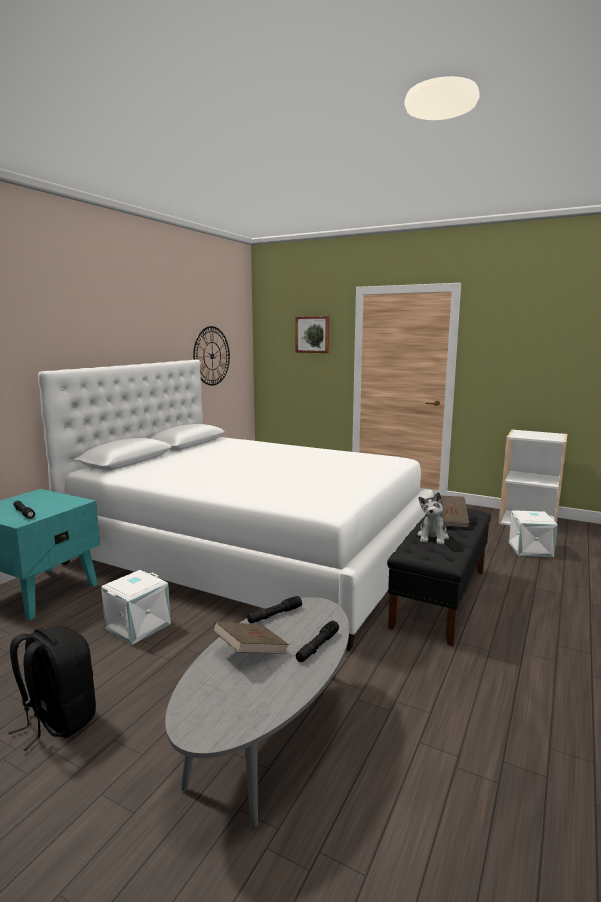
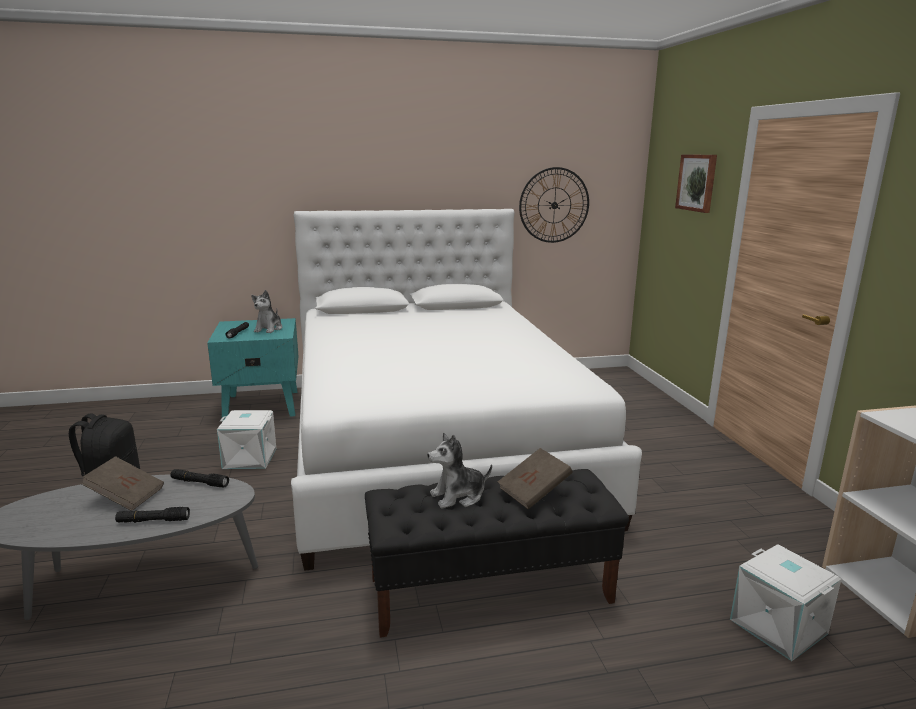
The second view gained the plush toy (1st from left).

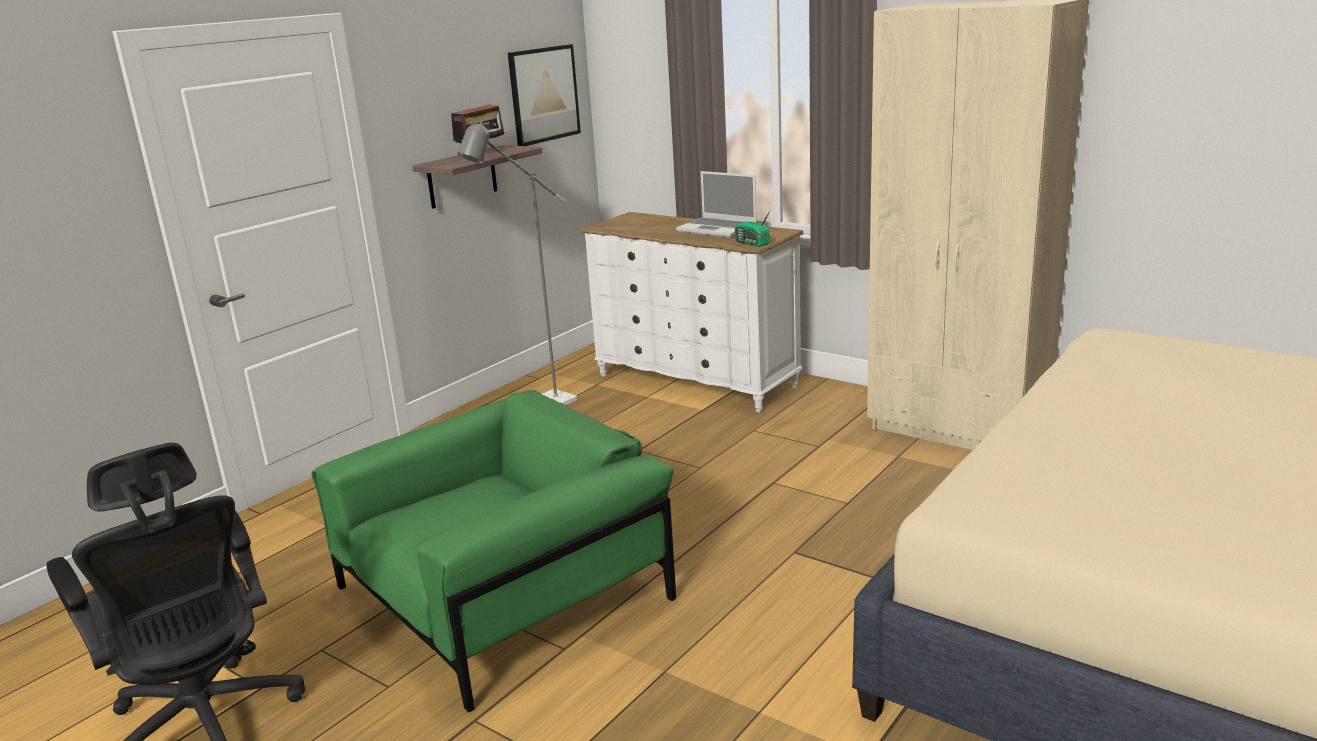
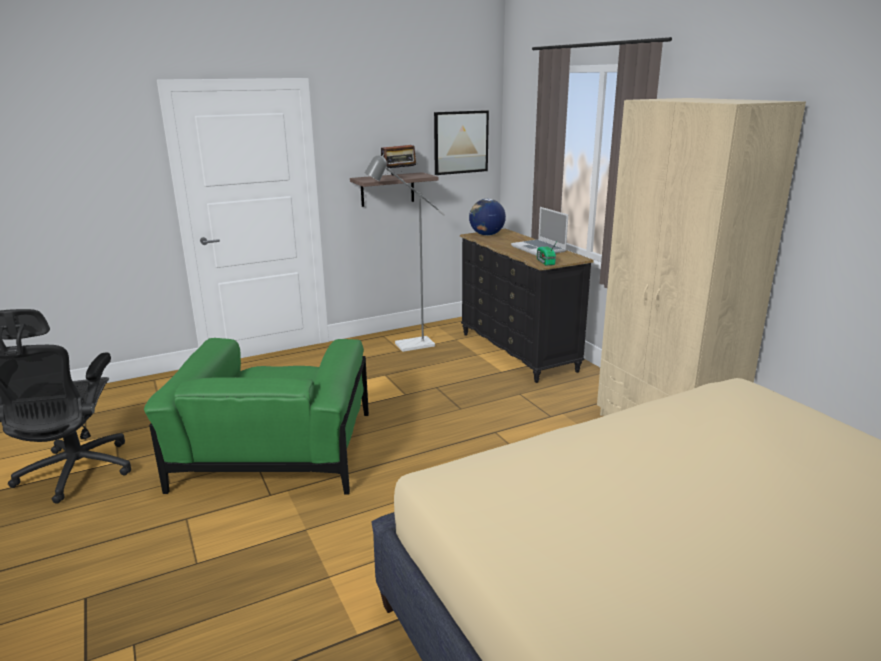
The second view gained the globe.
What was the dresser in white turned into the dresser in black.
The armchair in green ended up facing another way, 105 degrees clockwise from before.

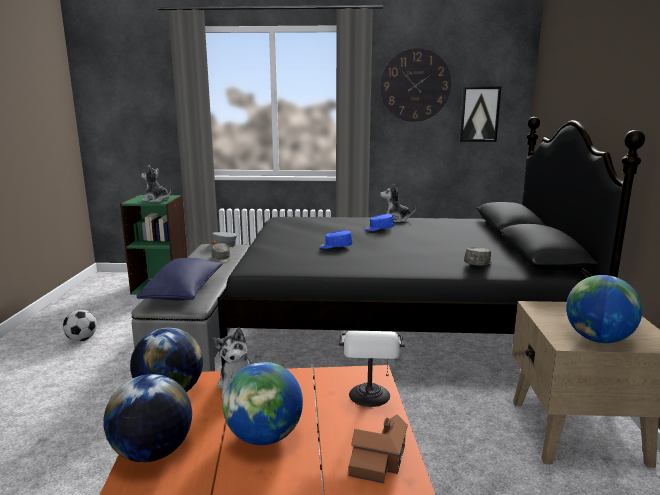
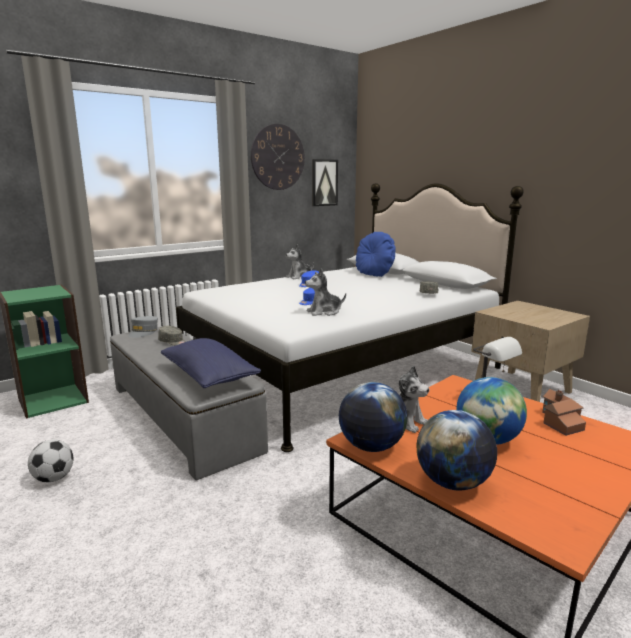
The second view lost the globe (4th from left).
The second view gained the pillow in blue (2nd from left).
The plush toy (1st from left in the first image) ended up elsewhere.
What was the bed in black turned into the bed in white.

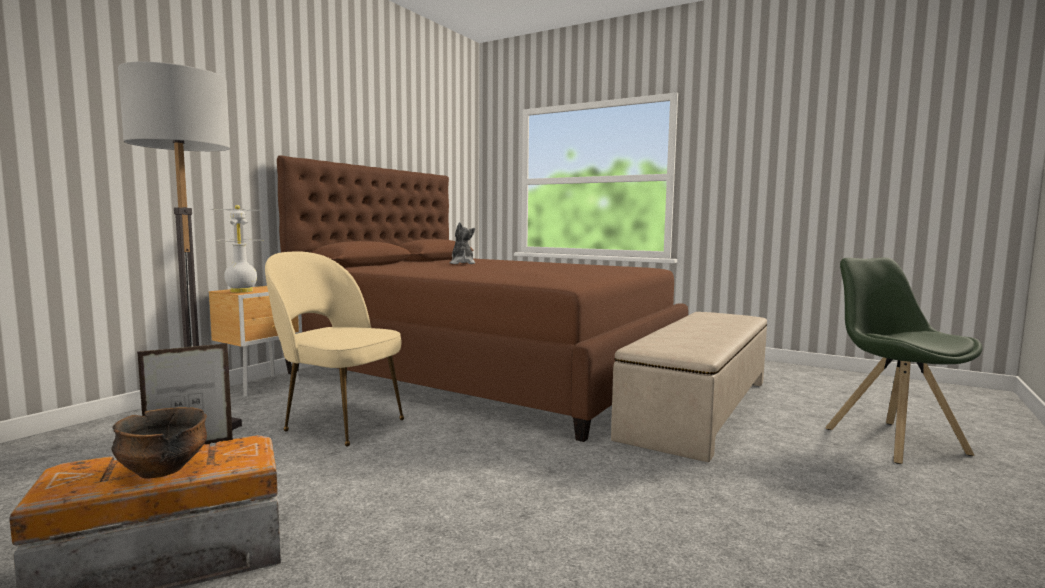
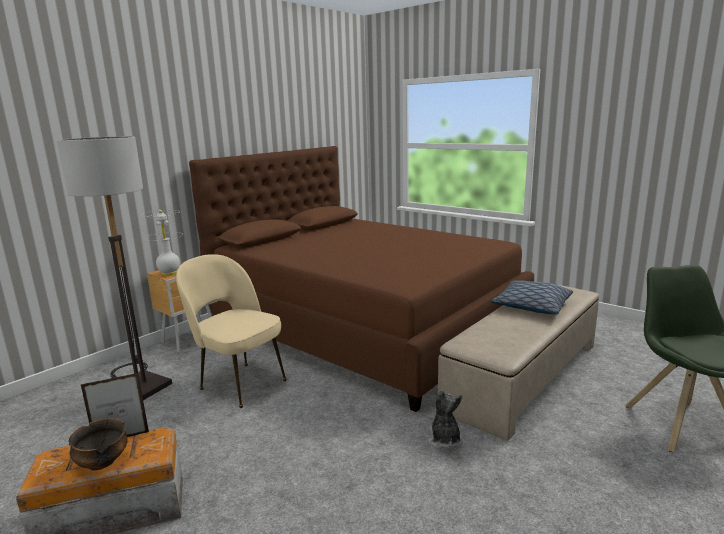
The second view gained the pillow.
The plush toy ended up elsewhere.

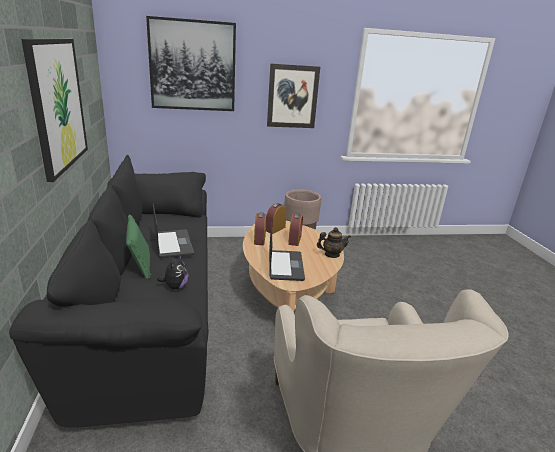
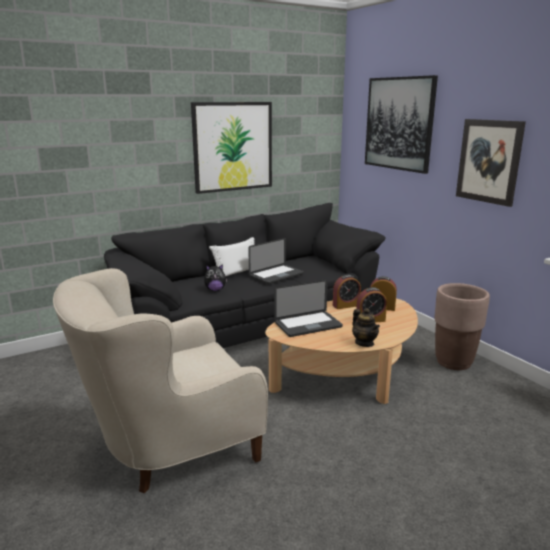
What was the pillow in green turned into the pillow in white.

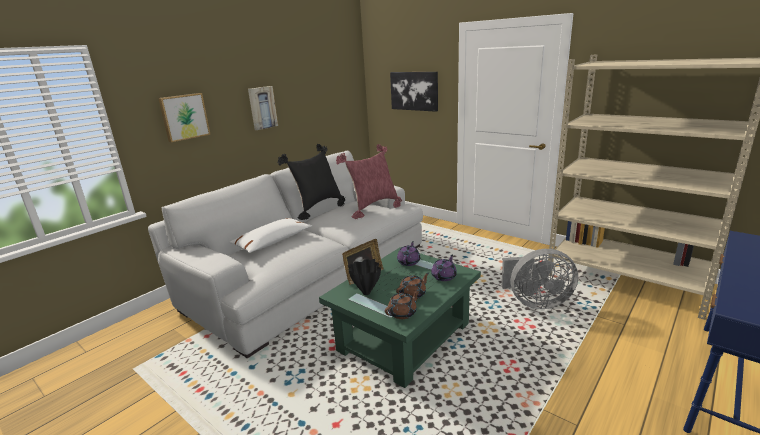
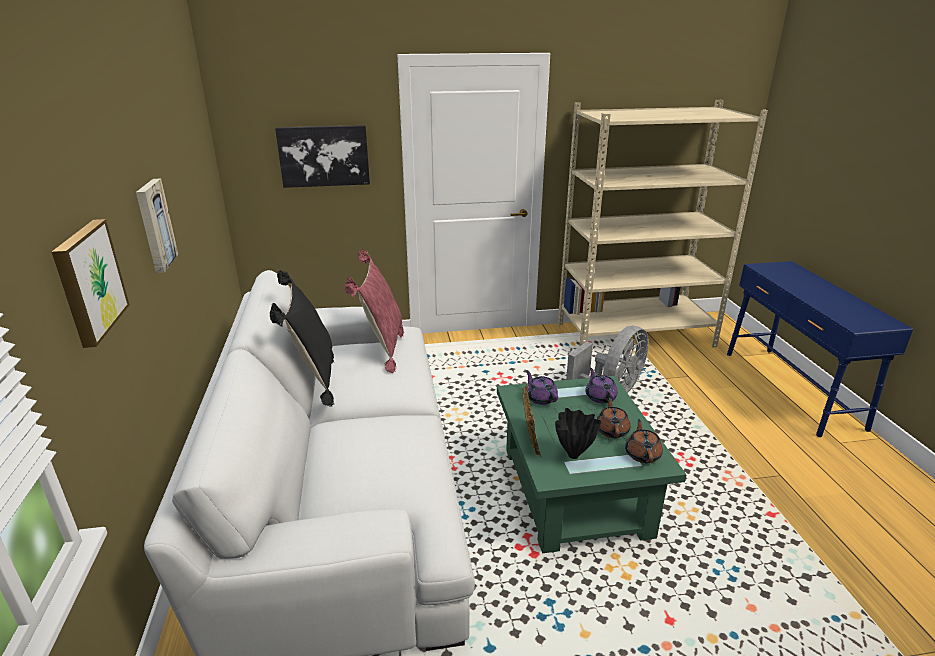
The second view lost the pillow in white.

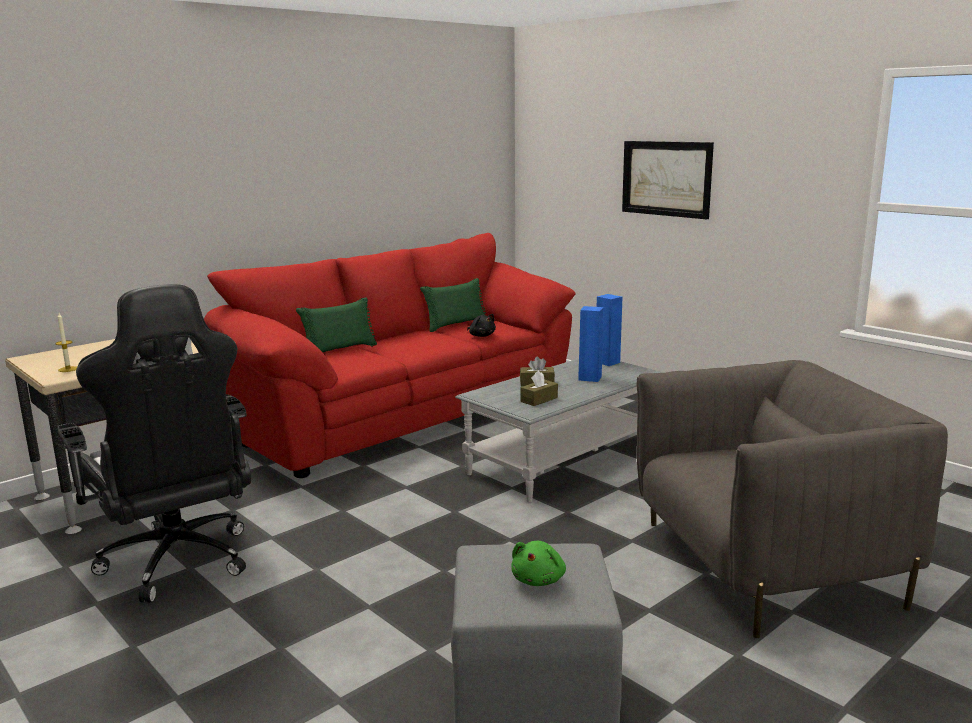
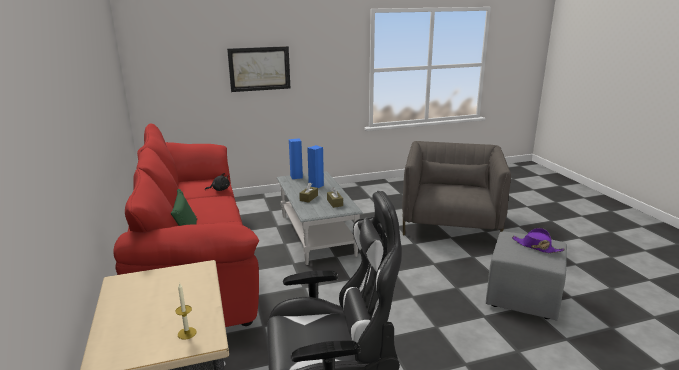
The second view lost the pillow in green (2nd from left).
Where the plush toy in green stood, the hat in purple came to stand.

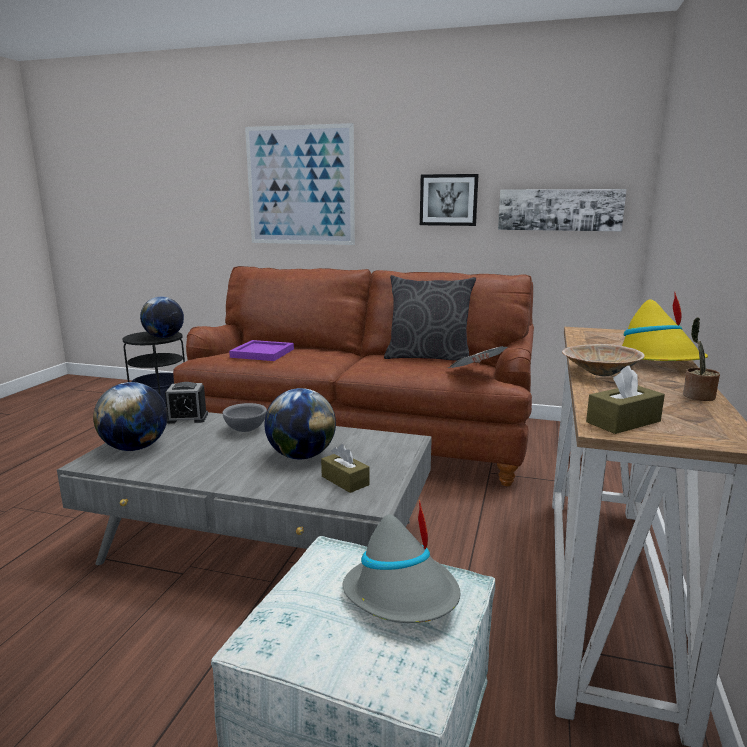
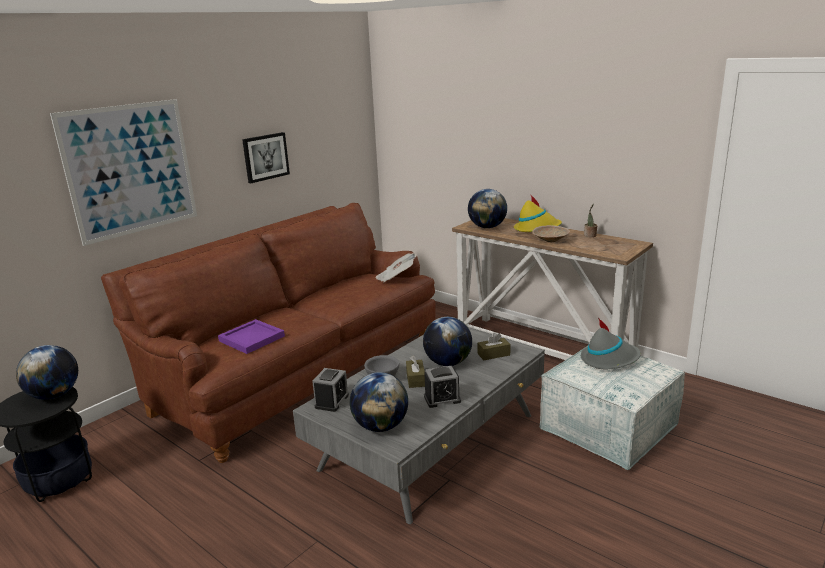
The second view lost the pillow in grey.
The second view lost the picture (3rd from left).
The second view gained the alarm clock (2nd from left).
The second view gained the globe (4th from left).
The tissue box in brown (2nd from left in the first image) ended up elsewhere.

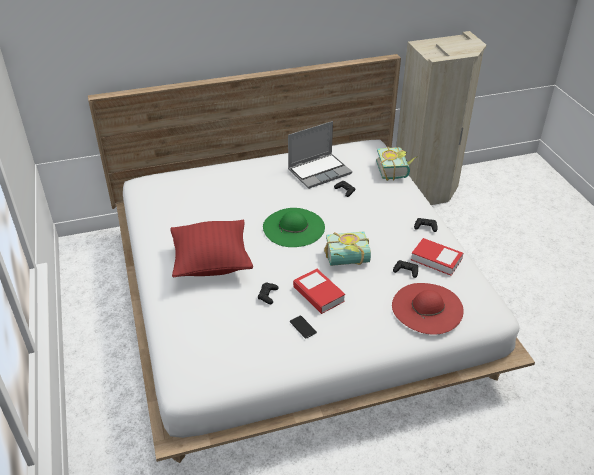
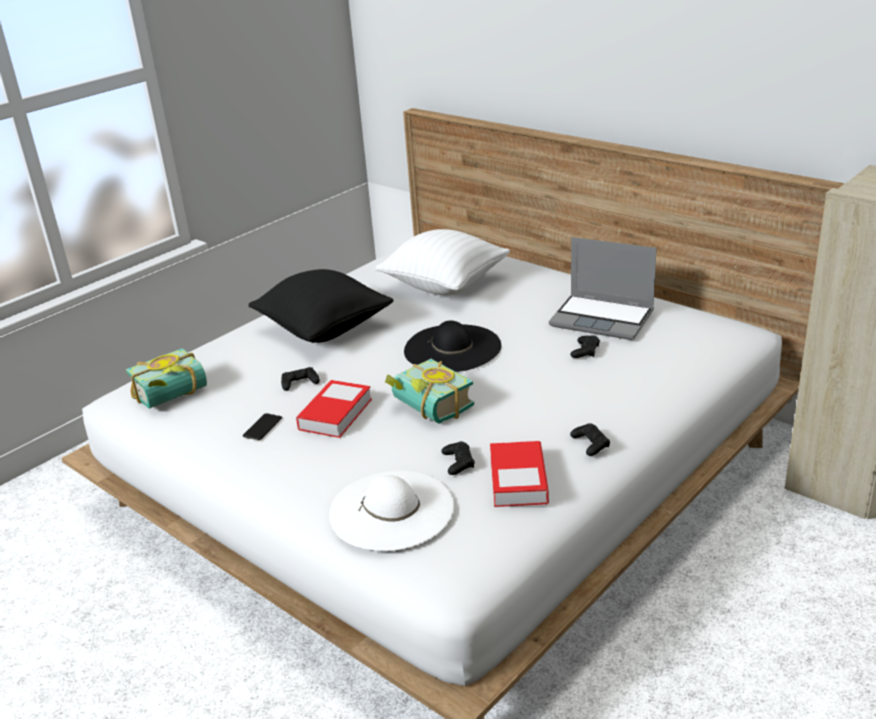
The second view gained the pillow in white.
The book (3rd from left in the first image) ended up elsewhere.
What was the pillow in red turned into the pillow in black.
What was the hat in green turned into the hat in black.
What was the hat in red turned into the hat in white.

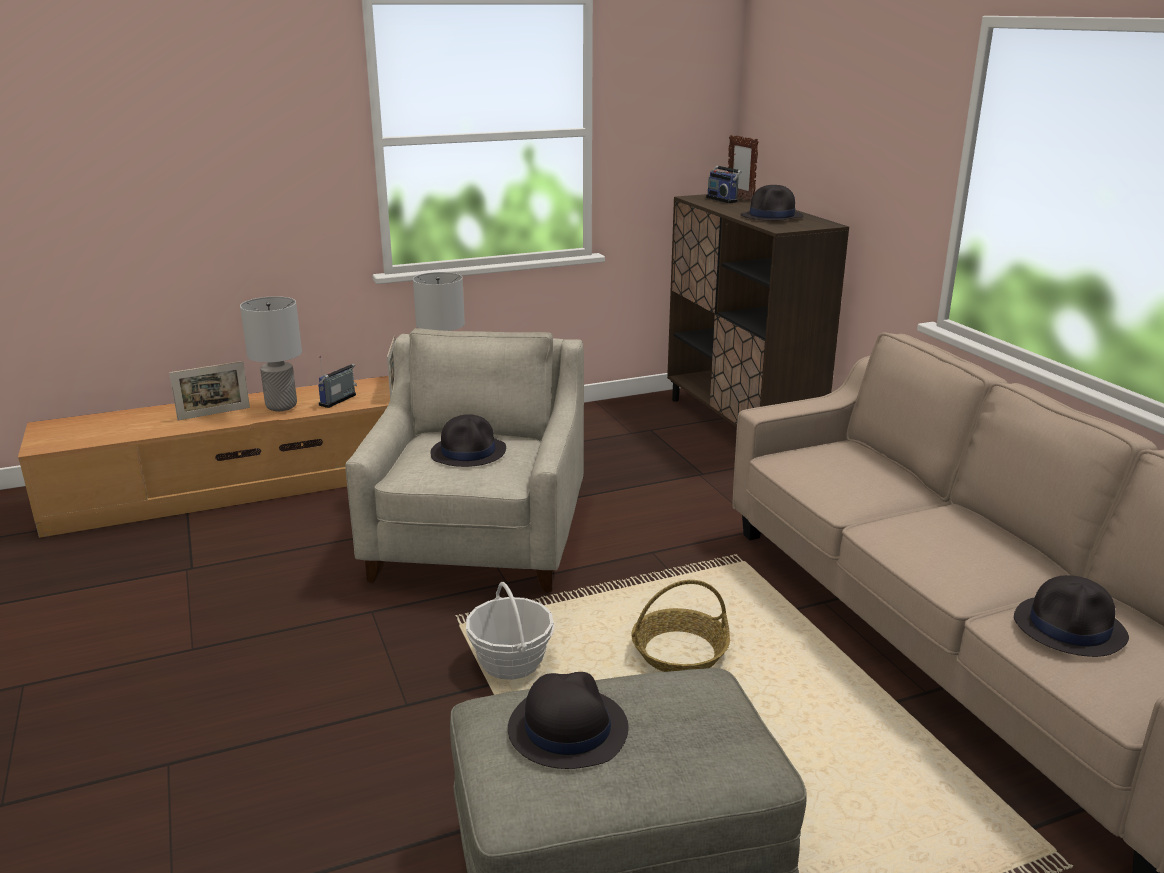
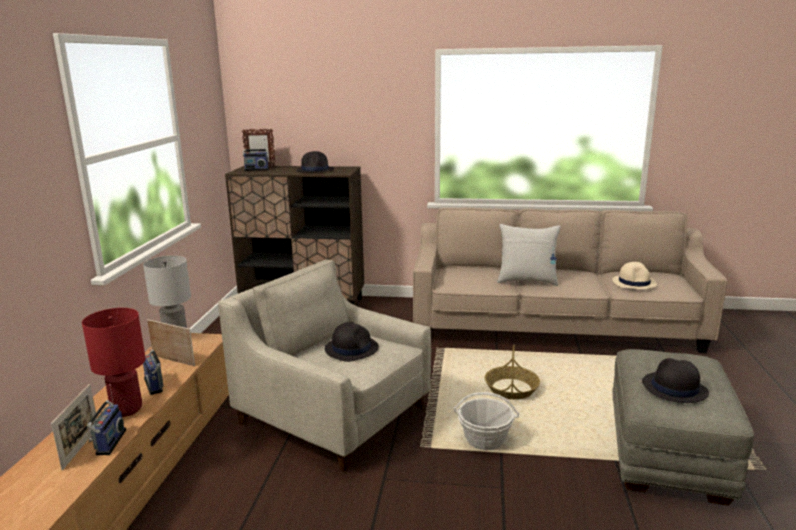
The second view gained the radio (1st from left).
The second view gained the pillow in grey.
What was the table lamp in grey (1st from left) turned into the table lamp in red.
What was the hat in black (4th from left) turned into the hat in beige.

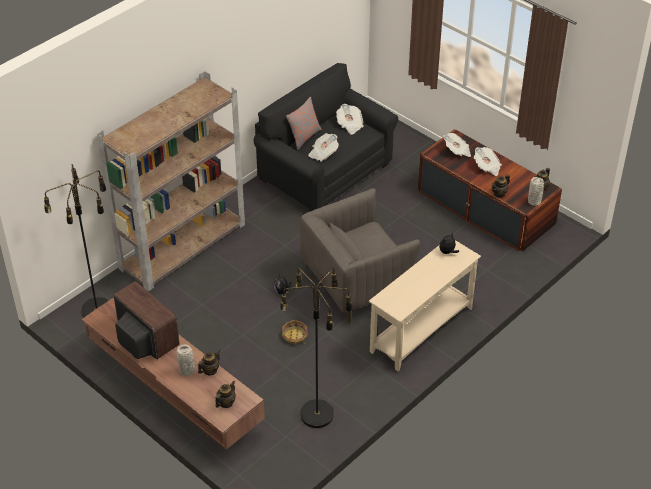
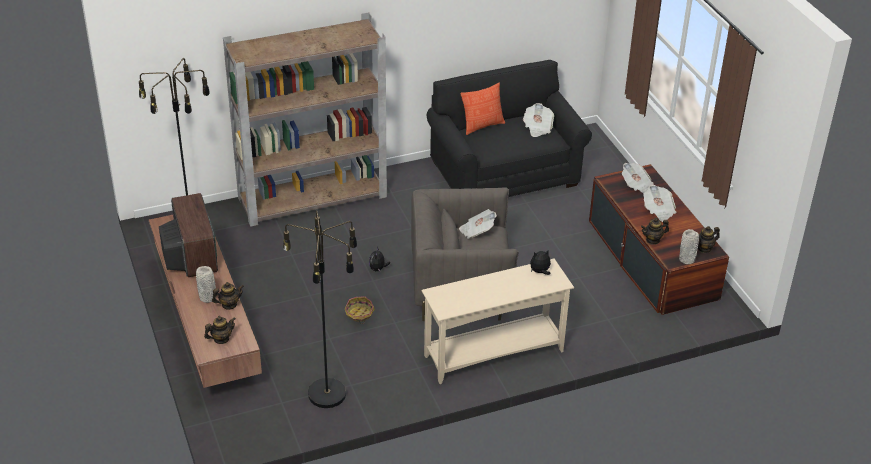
The newspaper (1st from left) ended up elsewhere.
What was the pillow in grey turned into the pillow in orange.

